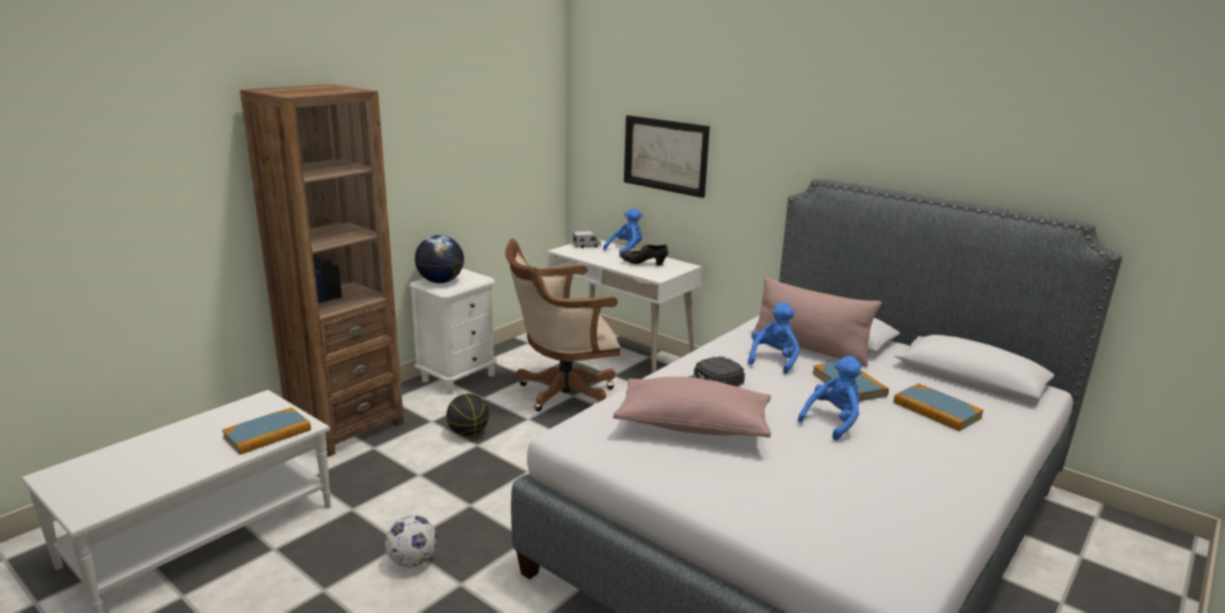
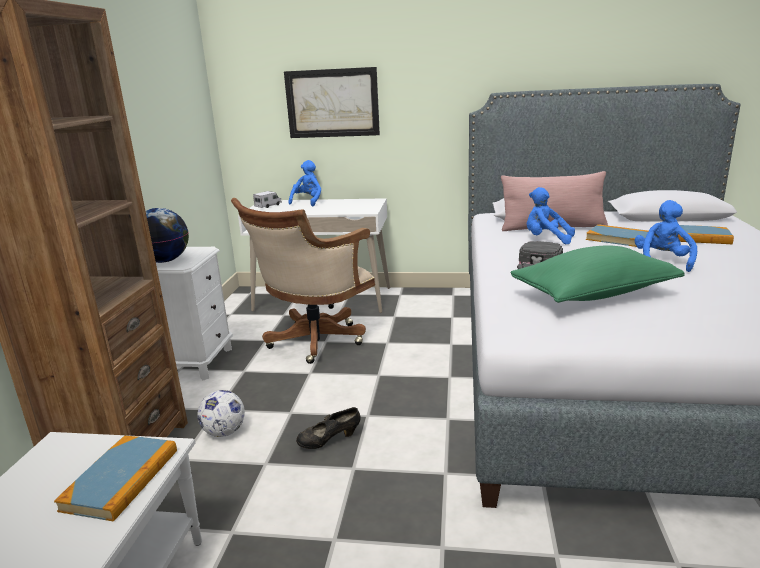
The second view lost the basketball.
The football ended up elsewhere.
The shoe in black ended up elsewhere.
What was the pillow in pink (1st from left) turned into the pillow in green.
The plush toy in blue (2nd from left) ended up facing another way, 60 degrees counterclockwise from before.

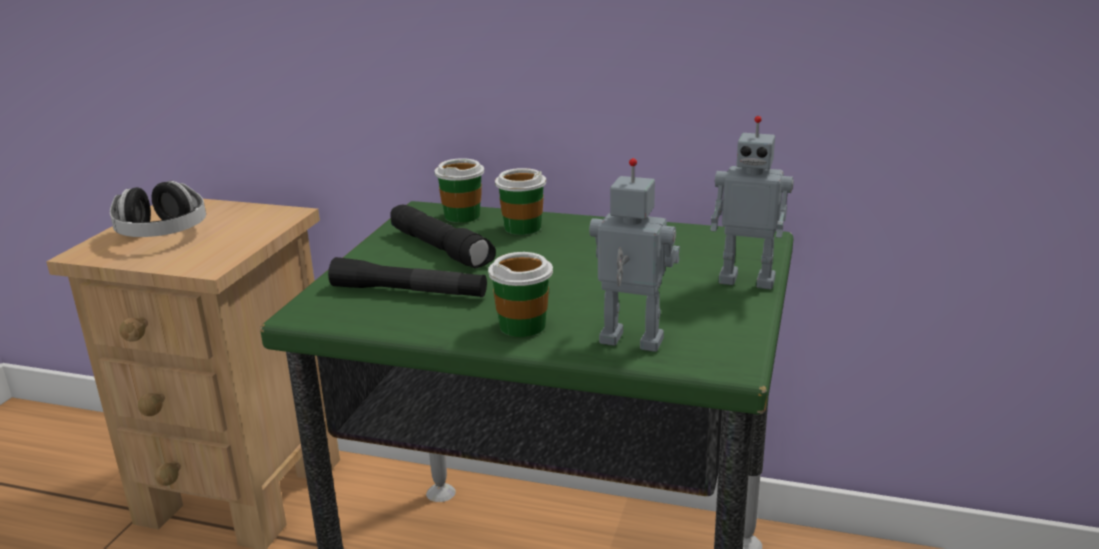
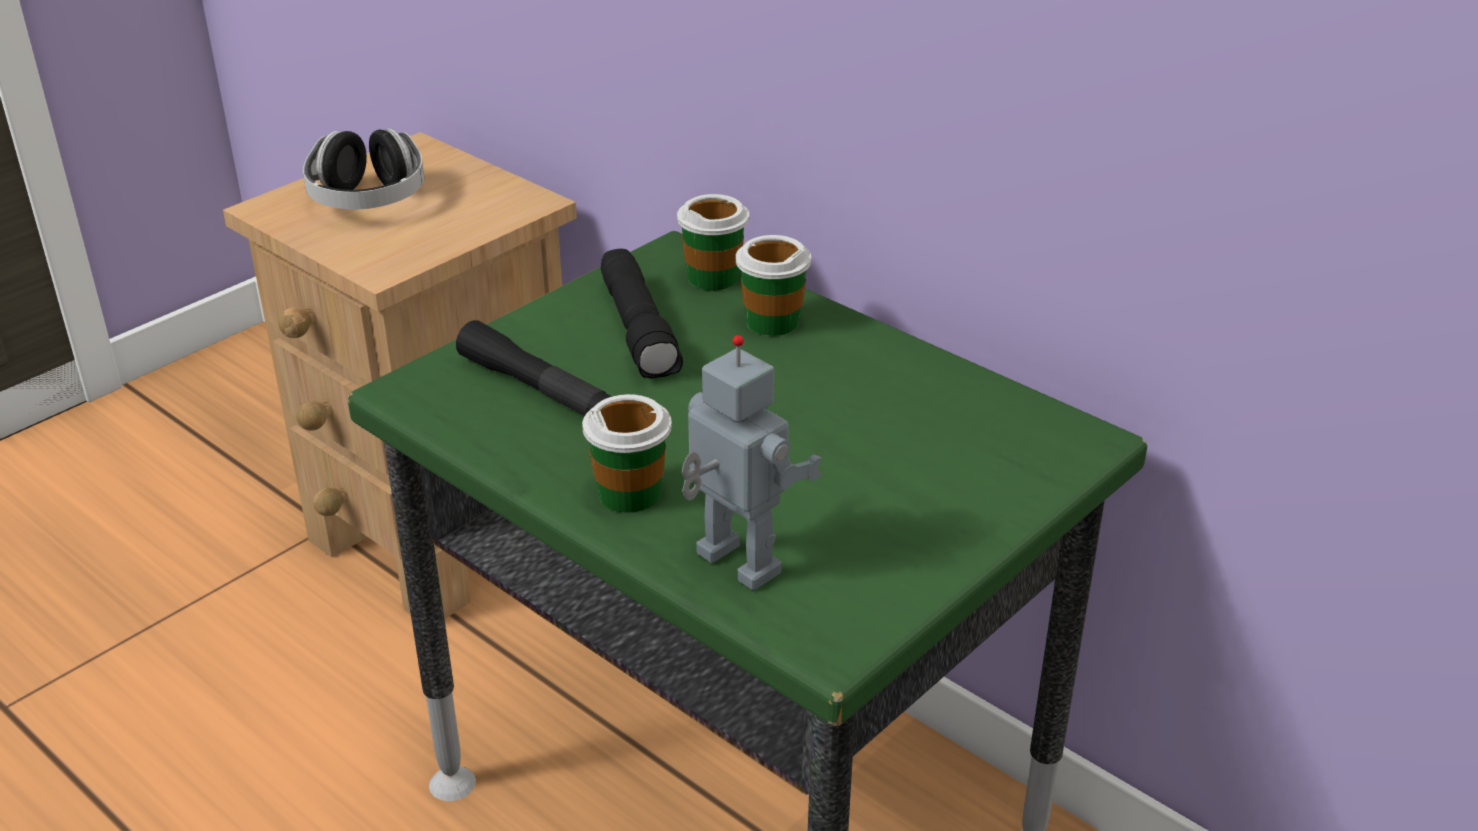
The second view lost the toy robot (2nd from left).

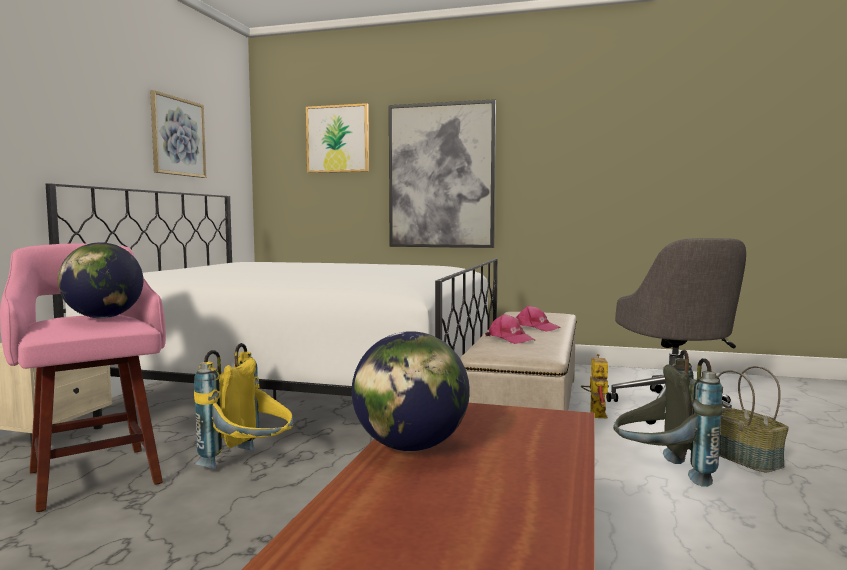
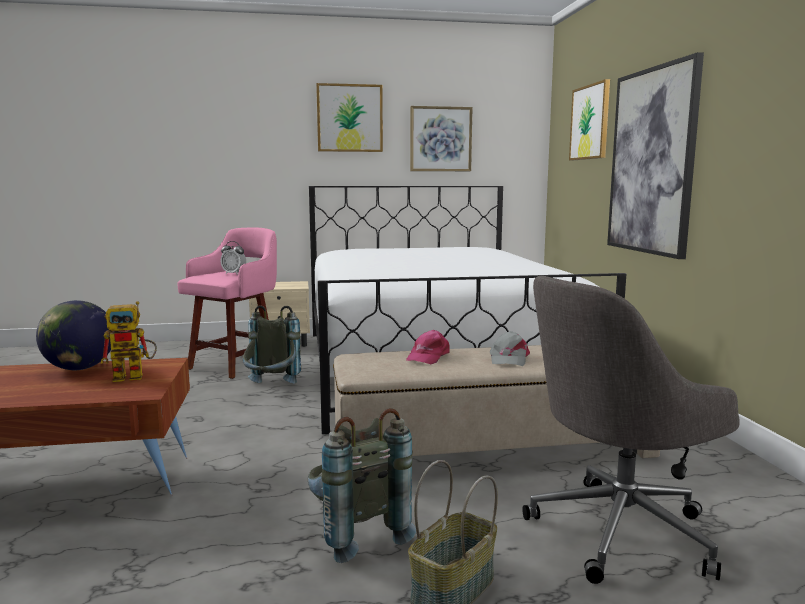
The second view gained the picture (1st from left).
The toy robot ended up elsewhere.
Where the globe (1st from left) stood, the alarm clock came to stand.
What was the backpack in yellow turned into the backpack in grey (1st from left).
What was the cap in pink (2nd from left) turned into the cap in grey.

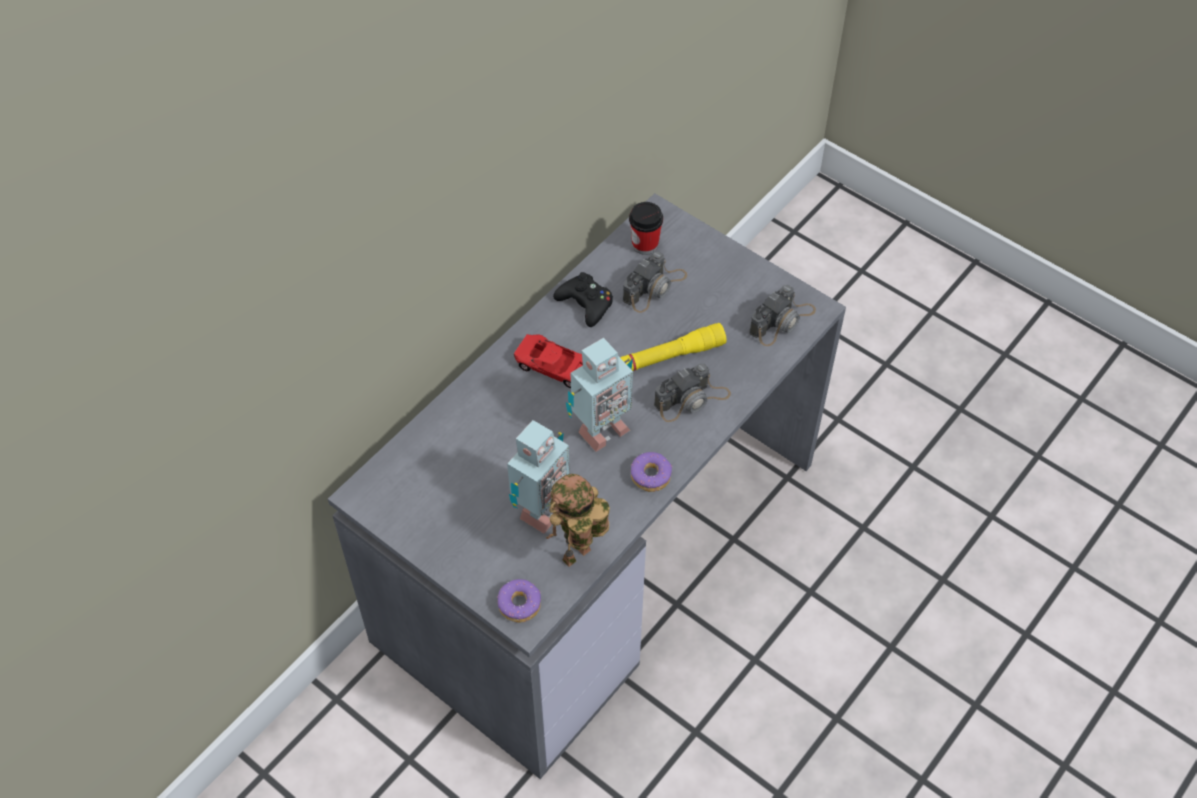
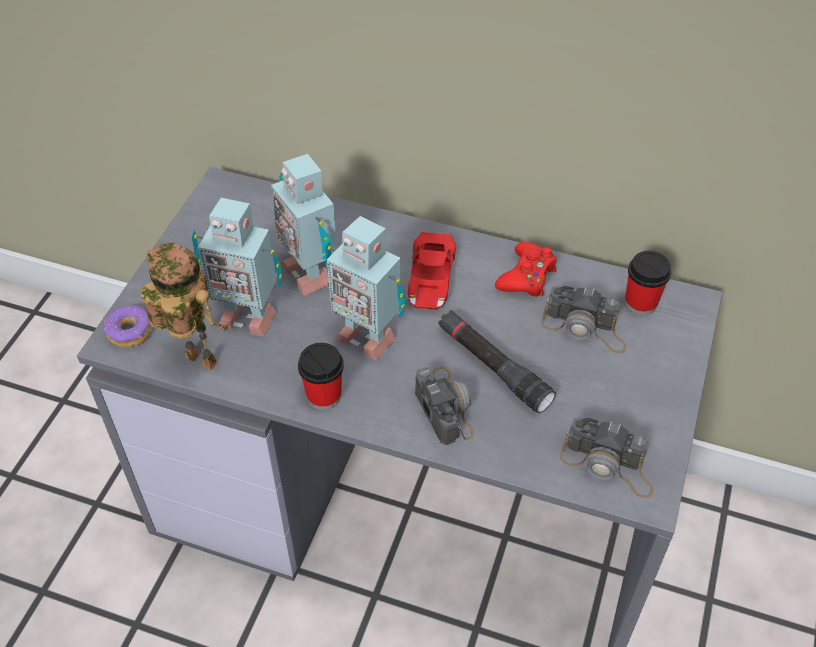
The second view gained the toy robot (3rd from left).
Where the donut (2nd from left) stood, the cup (1st from left) came to stand.
What was the game controller in black turned into the game controller in red.
What was the flashlight in yellow turned into the flashlight in black.
The photo camera (2nd from left in the first image) ended up facing another way, 150 degrees counterclockwise from before.

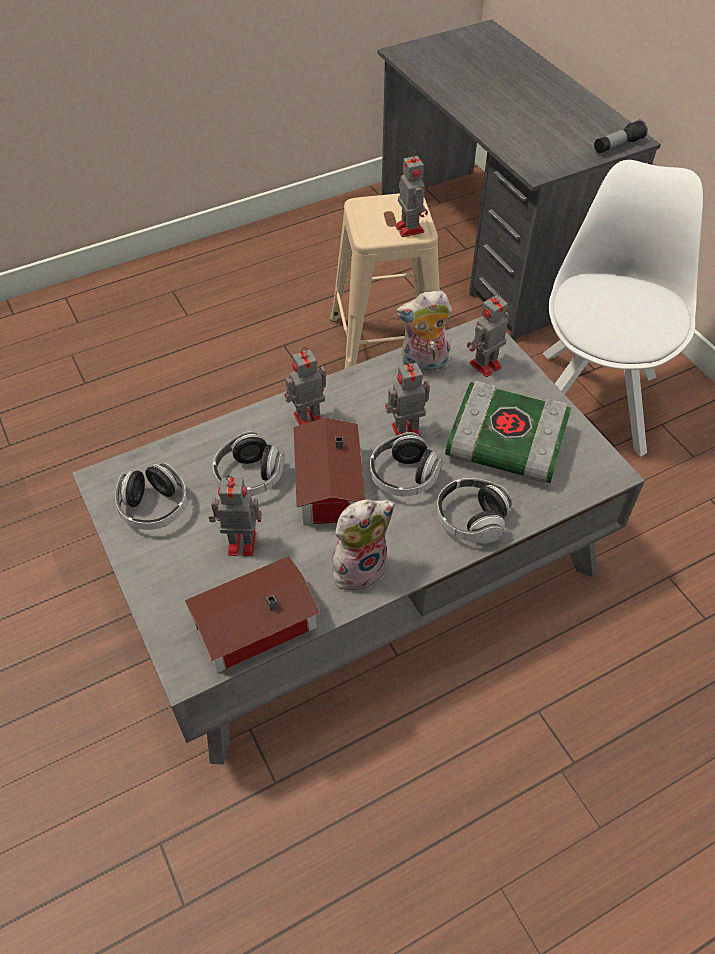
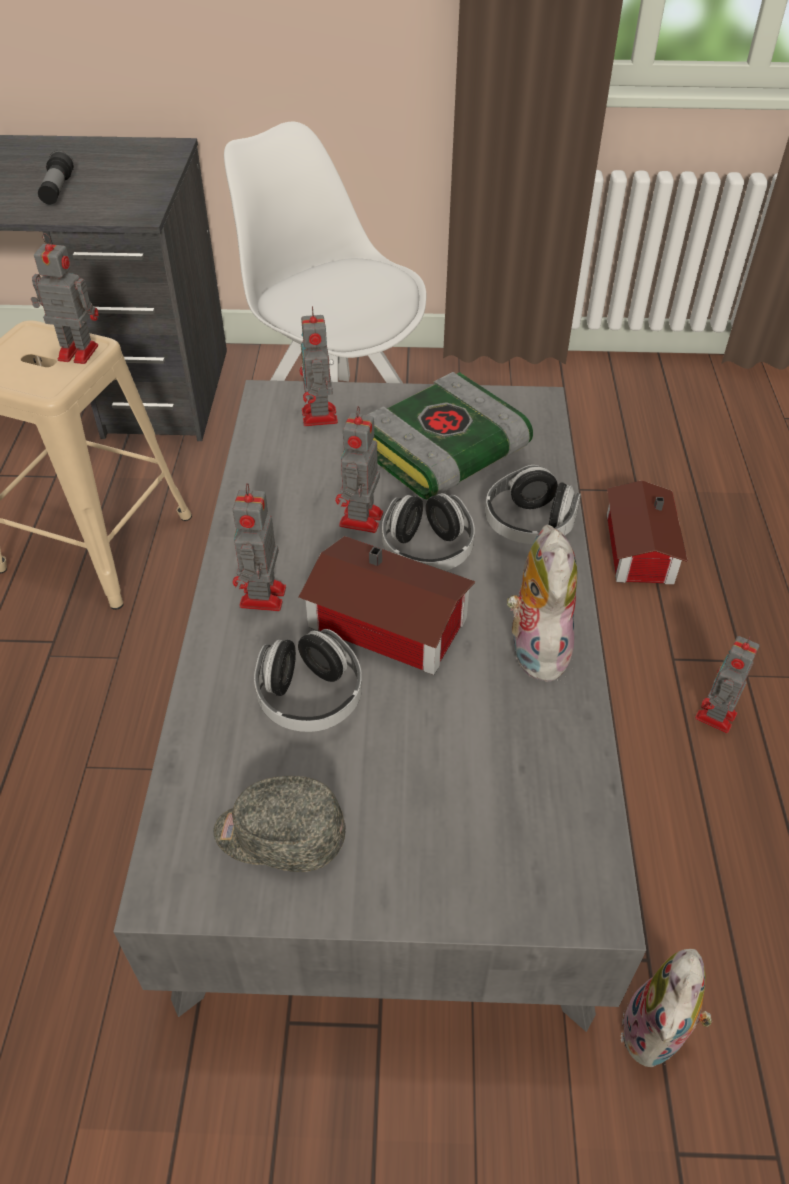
The toy house (1st from left in the first image) ended up elsewhere.
The toy robot (1st from left in the first image) ended up elsewhere.
The plush toy (2nd from left) ended up elsewhere.
The flashlight ended up elsewhere.
Where the headphones (1st from left) stood, the cap in grey came to stand.

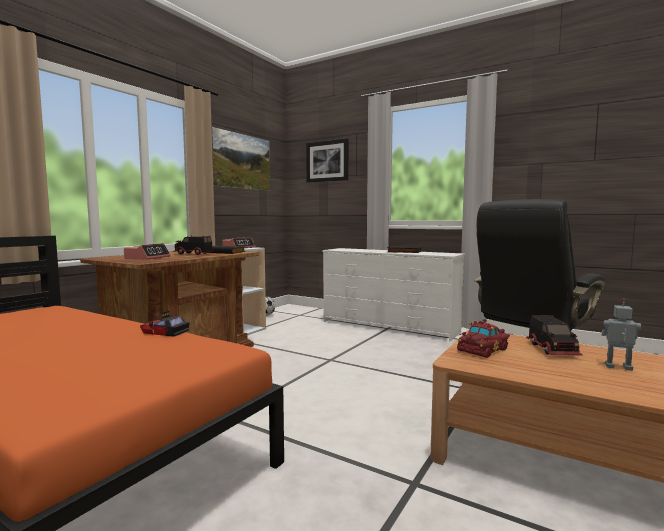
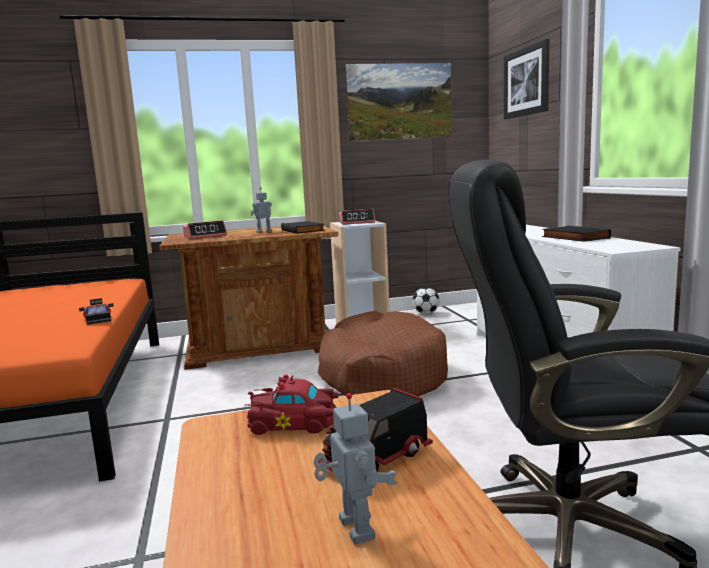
The second view gained the dog bed in brown.
Where the toy truck (1st from left) stood, the toy robot (1st from left) came to stand.

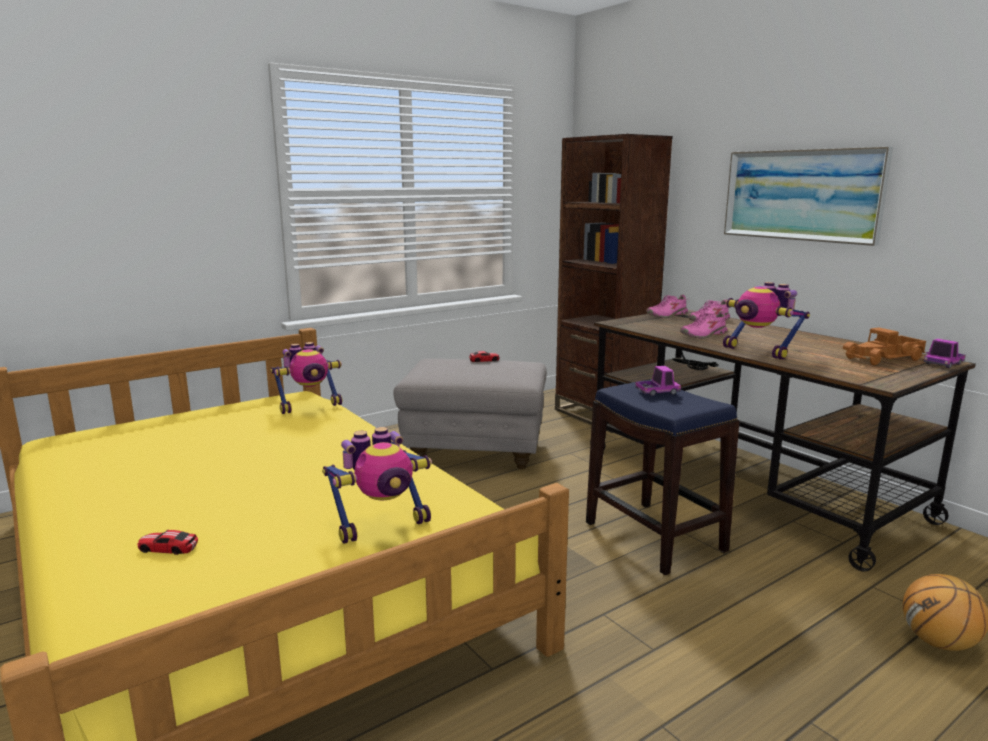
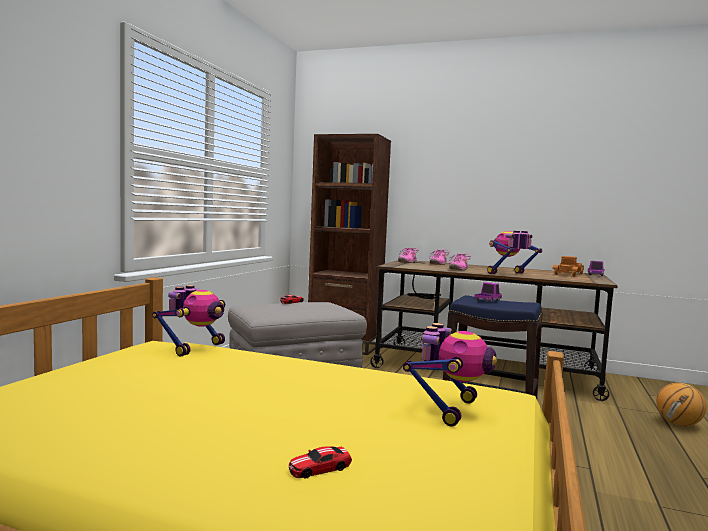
The second view lost the picture.
The toy robot (3rd from left) ended up facing another way, 135 degrees clockwise from before.

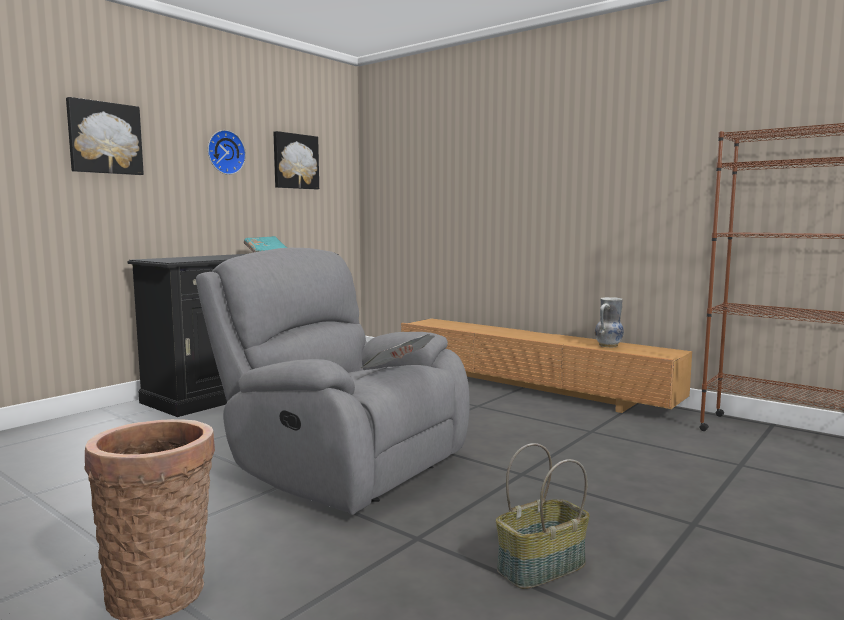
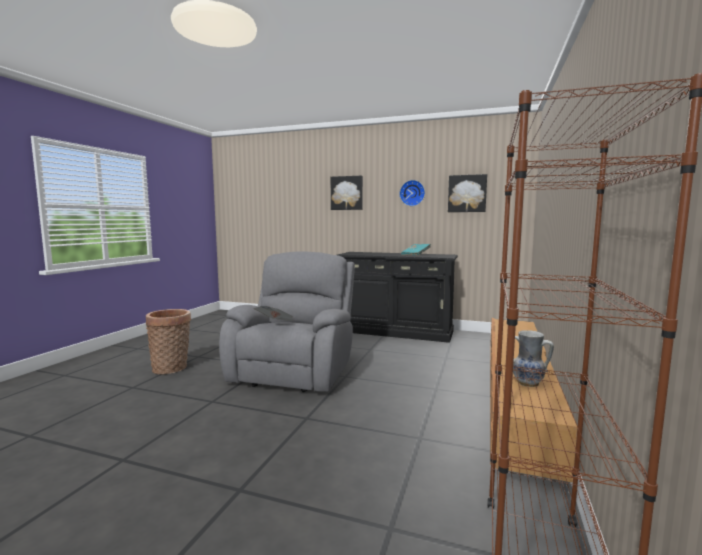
The second view lost the basket (2nd from left).

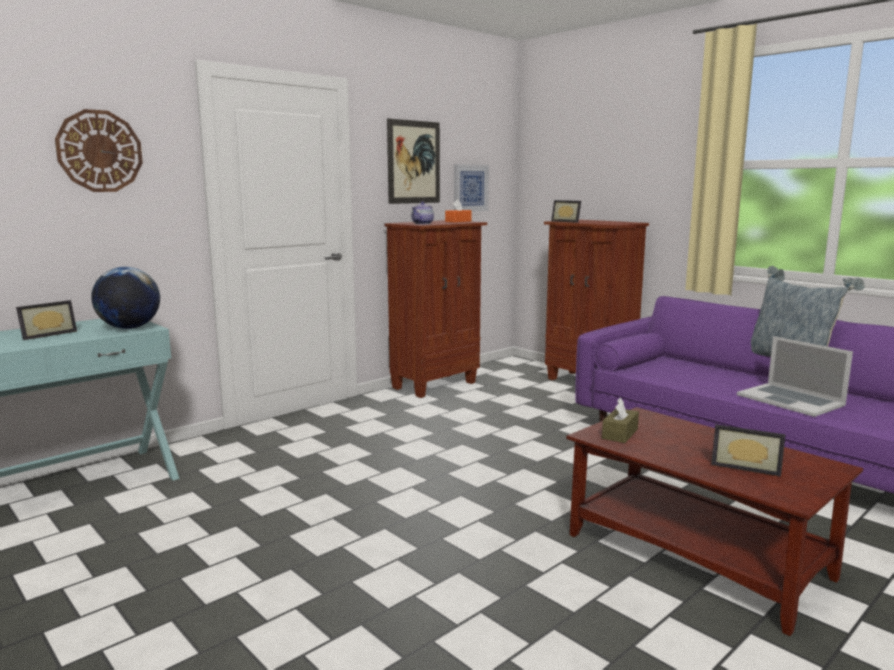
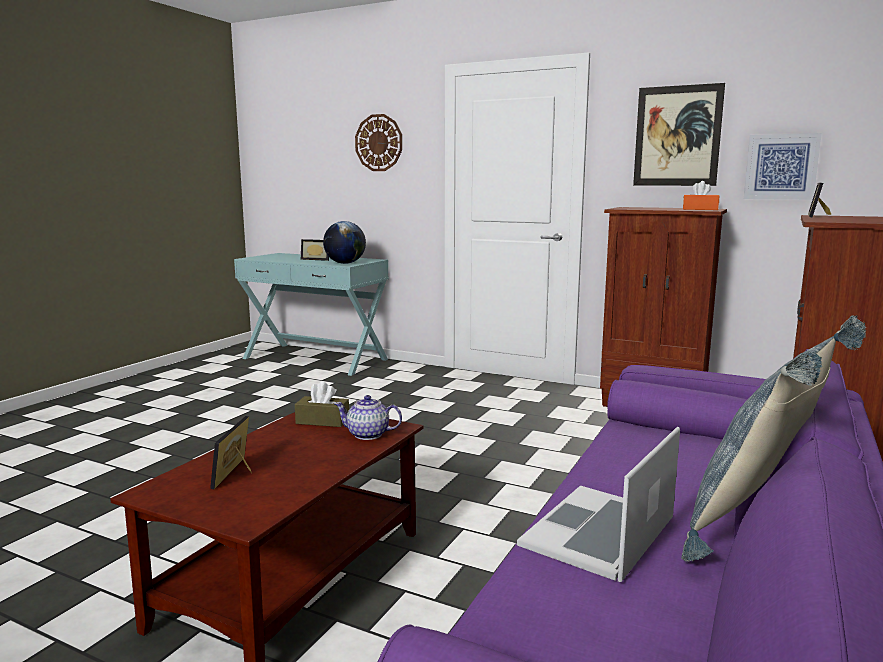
The teapot ended up elsewhere.

